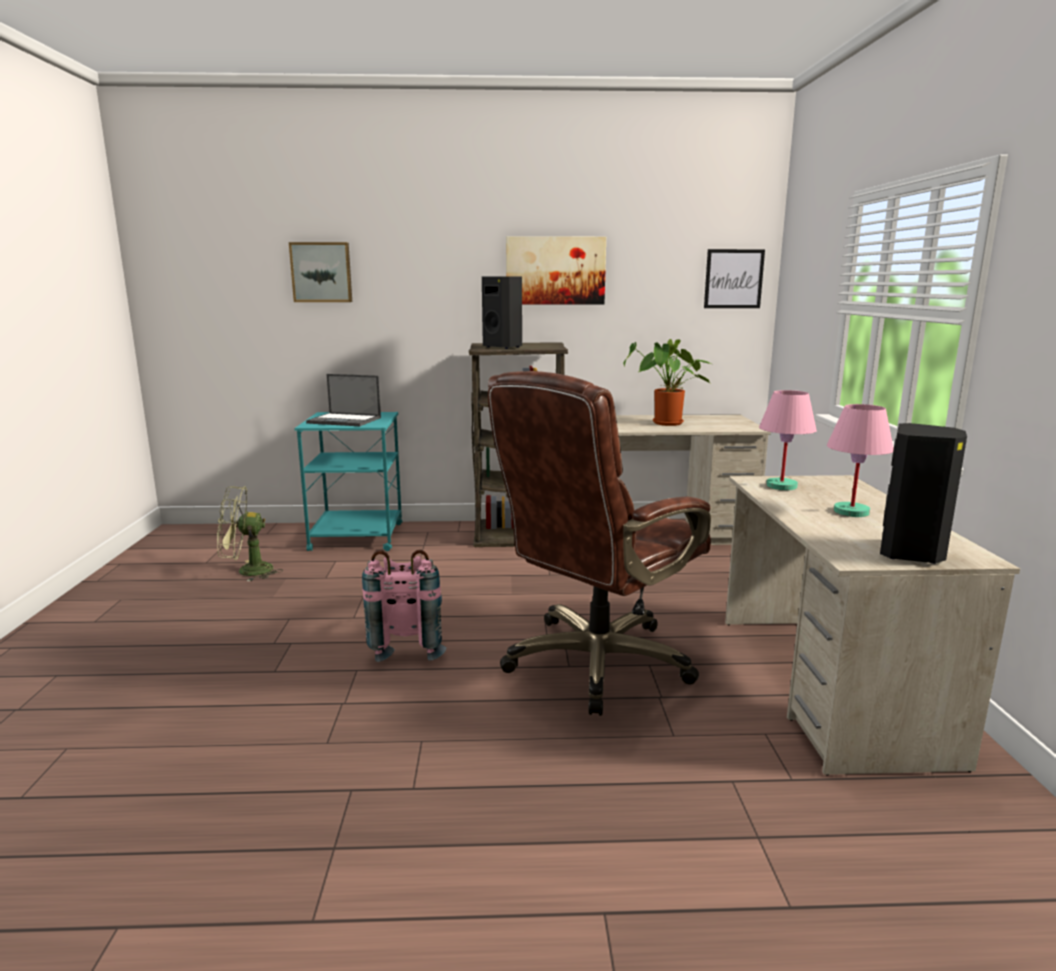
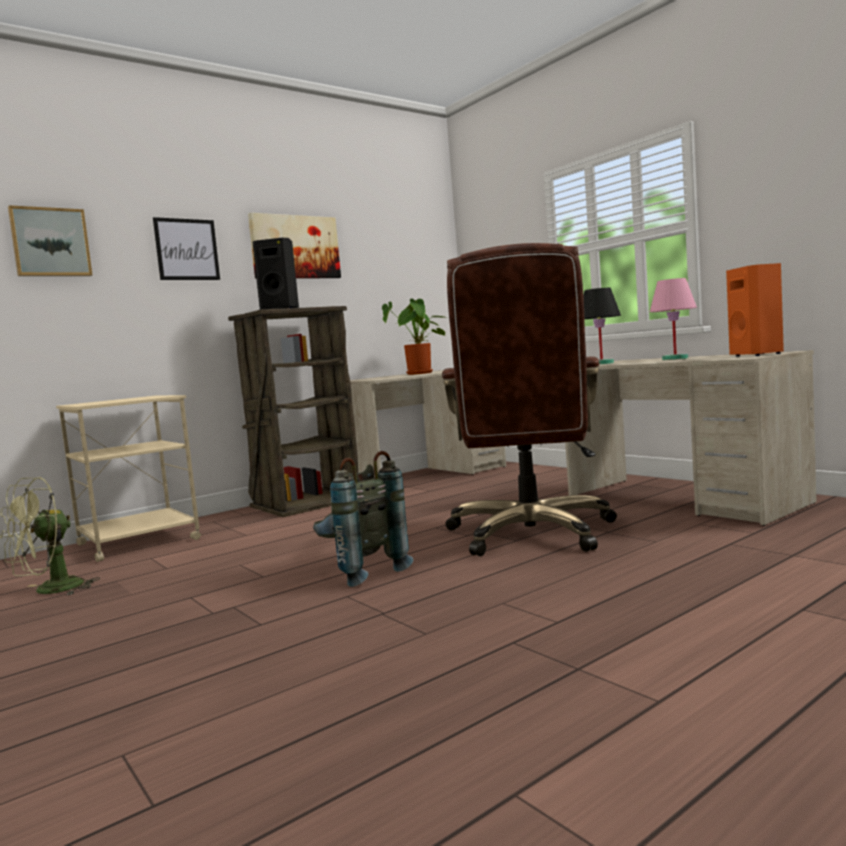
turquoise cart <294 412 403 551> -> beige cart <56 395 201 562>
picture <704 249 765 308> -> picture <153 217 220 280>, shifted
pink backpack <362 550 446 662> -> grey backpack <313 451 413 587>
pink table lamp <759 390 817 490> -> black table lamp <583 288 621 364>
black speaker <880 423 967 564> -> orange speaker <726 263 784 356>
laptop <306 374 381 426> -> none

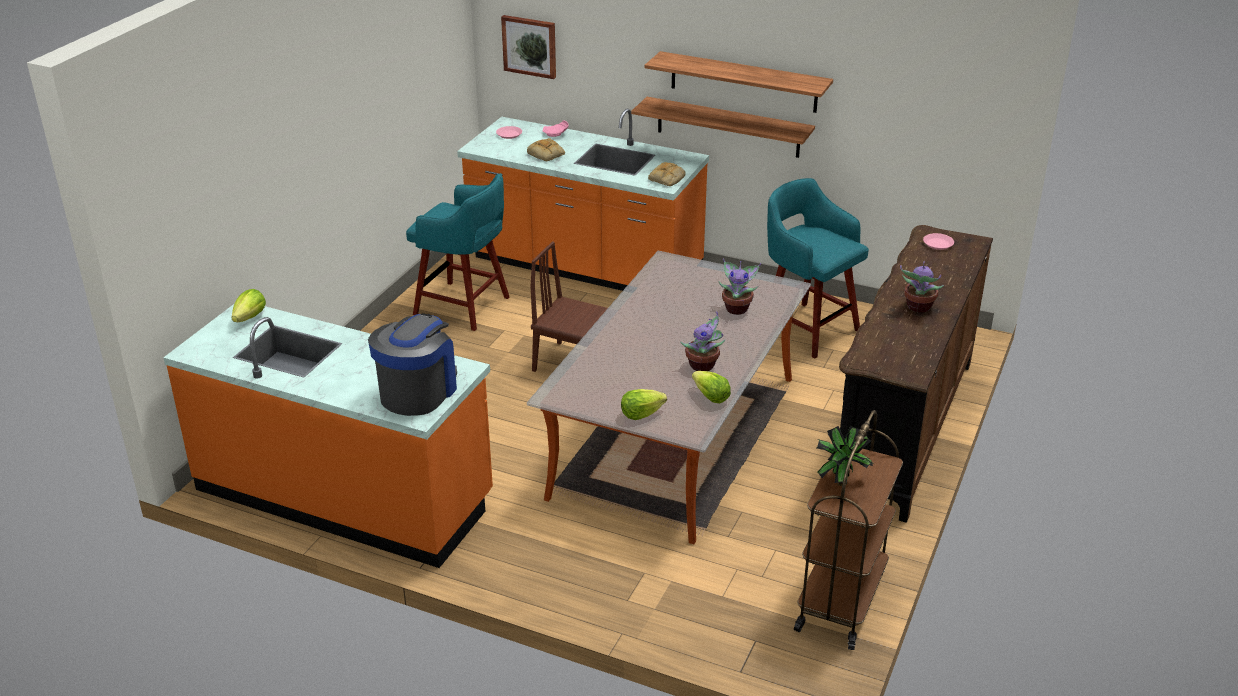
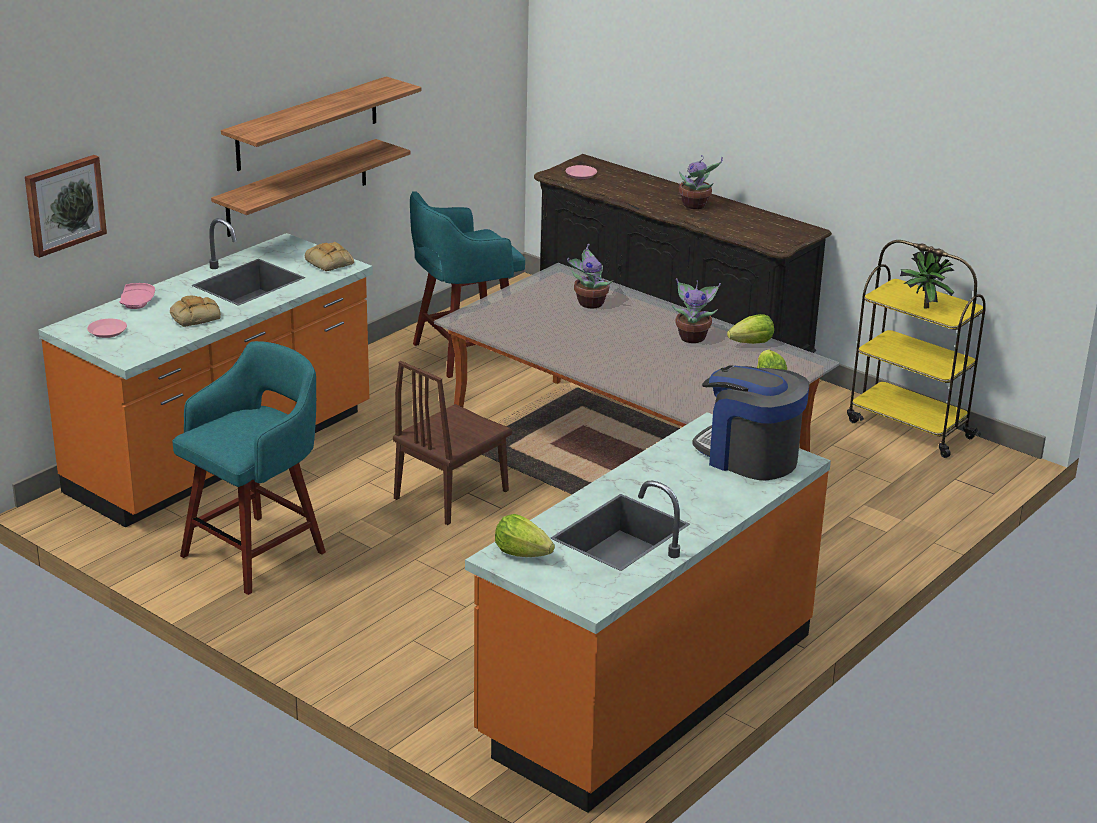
brown cart <794 410 903 650> -> yellow cart <847 240 986 458>

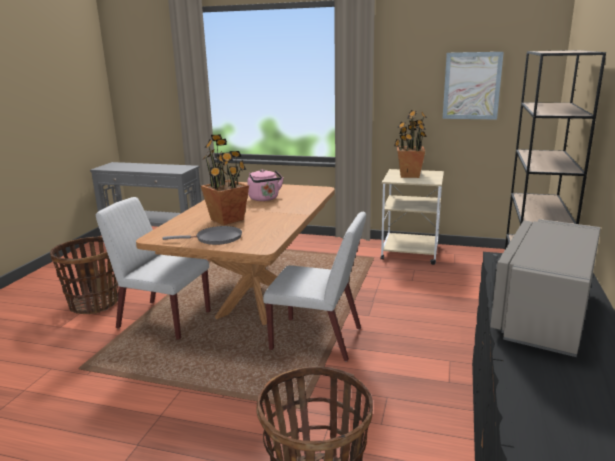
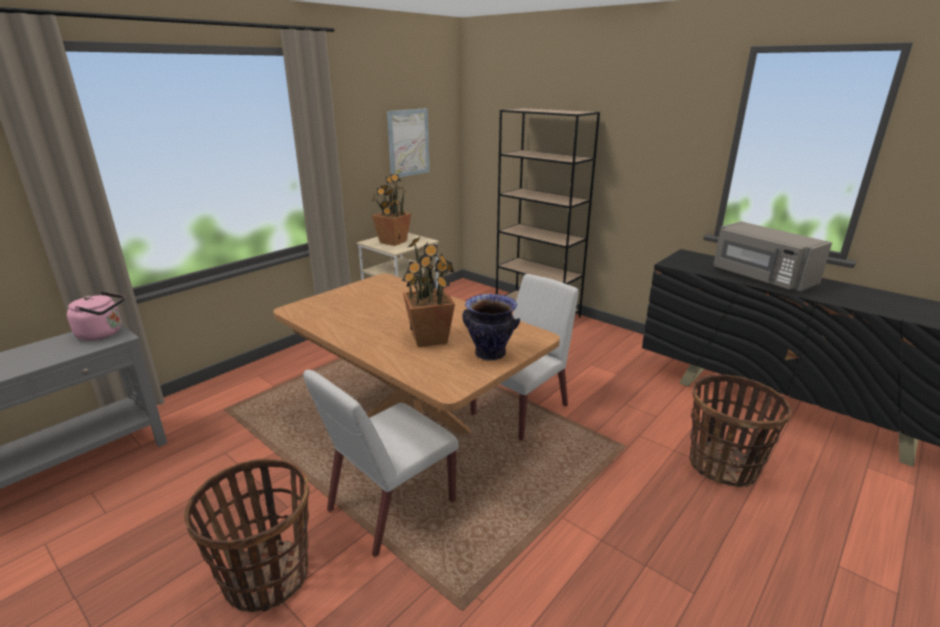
pink kettle <247 169 284 201> -> pink kettle <67 291 125 340>, shifted
grey frying pan <162 226 242 245> -> vase <462 294 520 361>

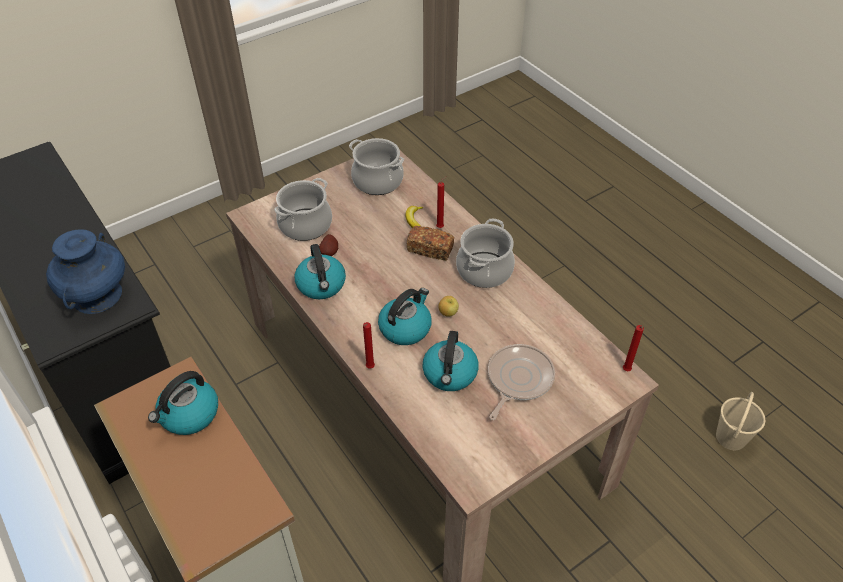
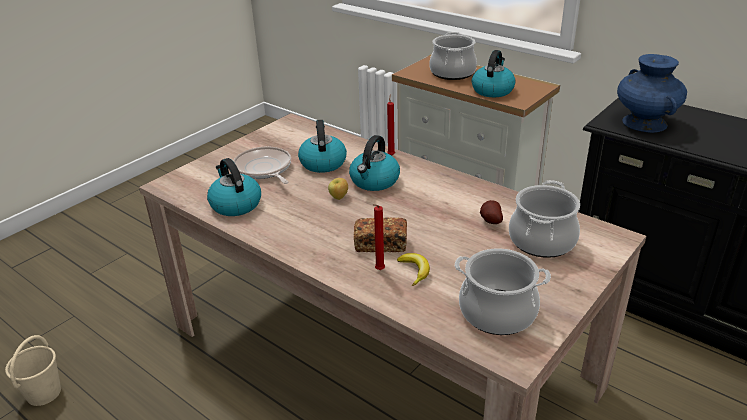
kettle <294 244 346 299> -> kettle <207 158 261 216>, shifted
frying pan <488 344 555 420> -> frying pan <233 146 291 184>, 135 degrees clockwise
cooking pot <456 218 515 288> -> cooking pot <429 32 477 80>, shifted
red candle <623 325 644 371> -> none

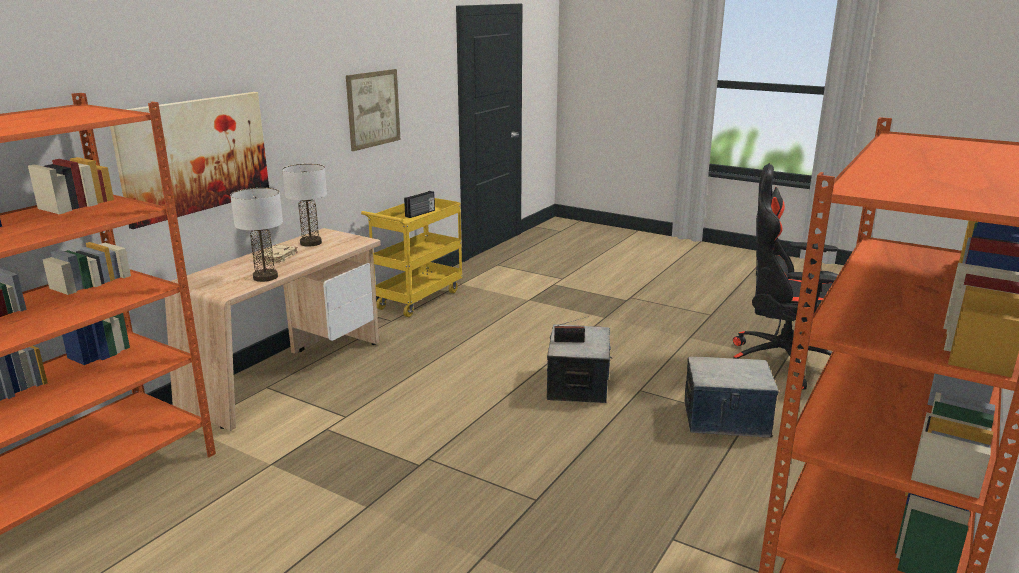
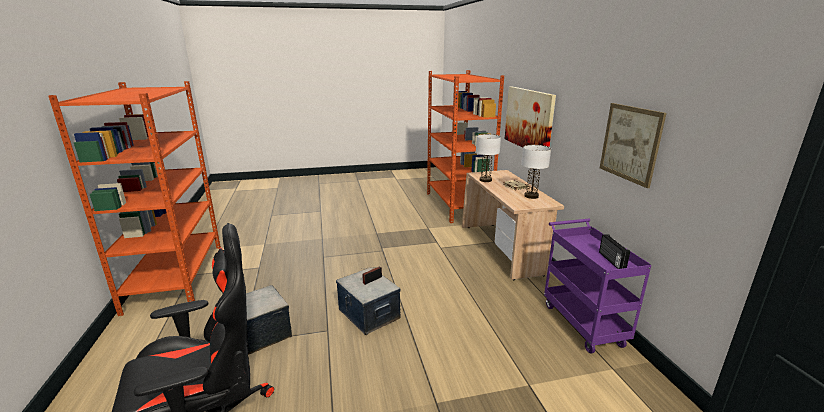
yellow cart <361 198 462 317> -> purple cart <544 219 651 353>

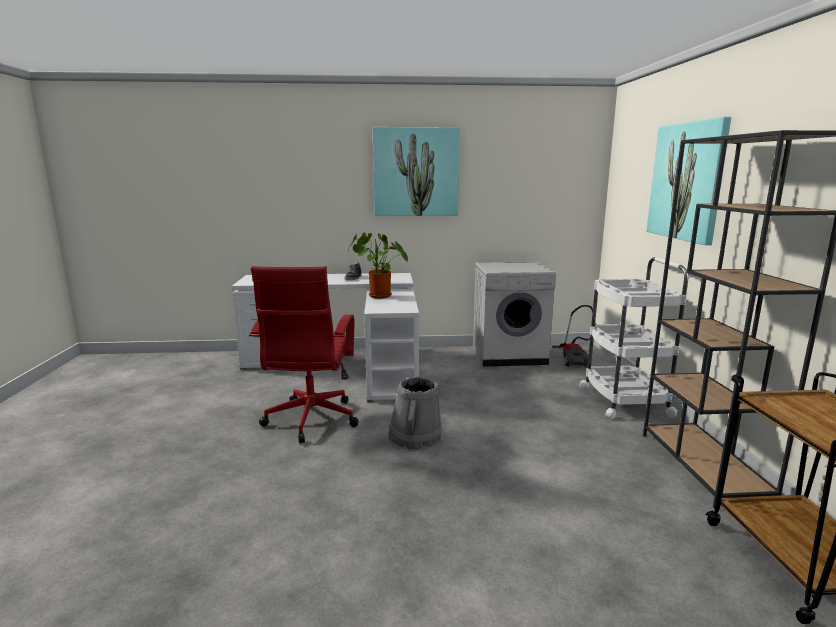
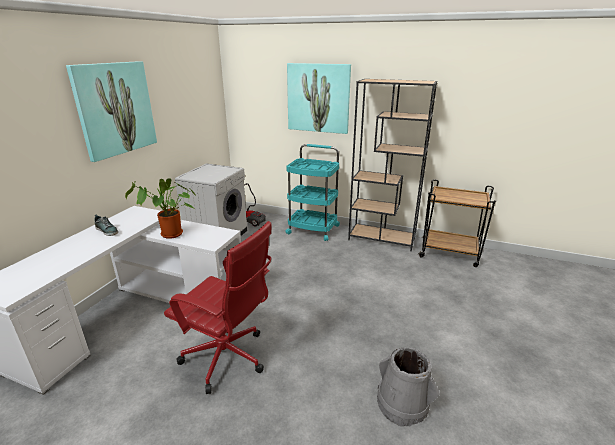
white cart <579 257 688 419> -> turquoise cart <285 144 340 241>
grey bucket <388 377 442 450> -> grey bucket <377 347 440 426>, shifted

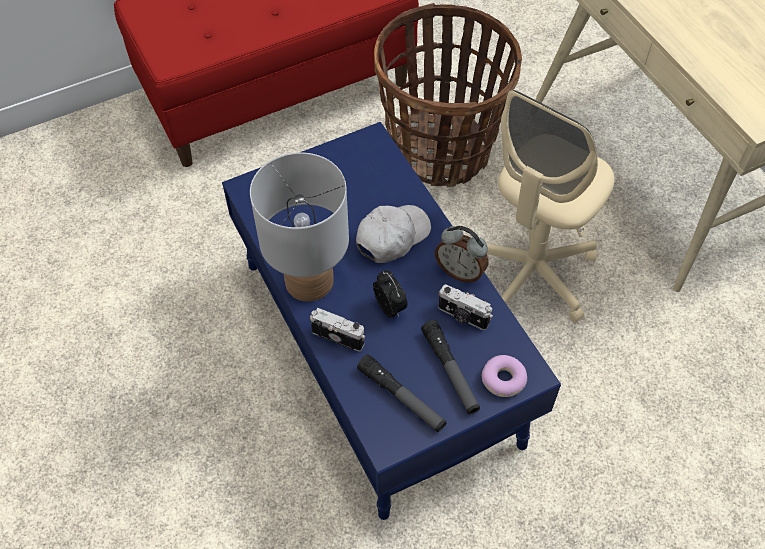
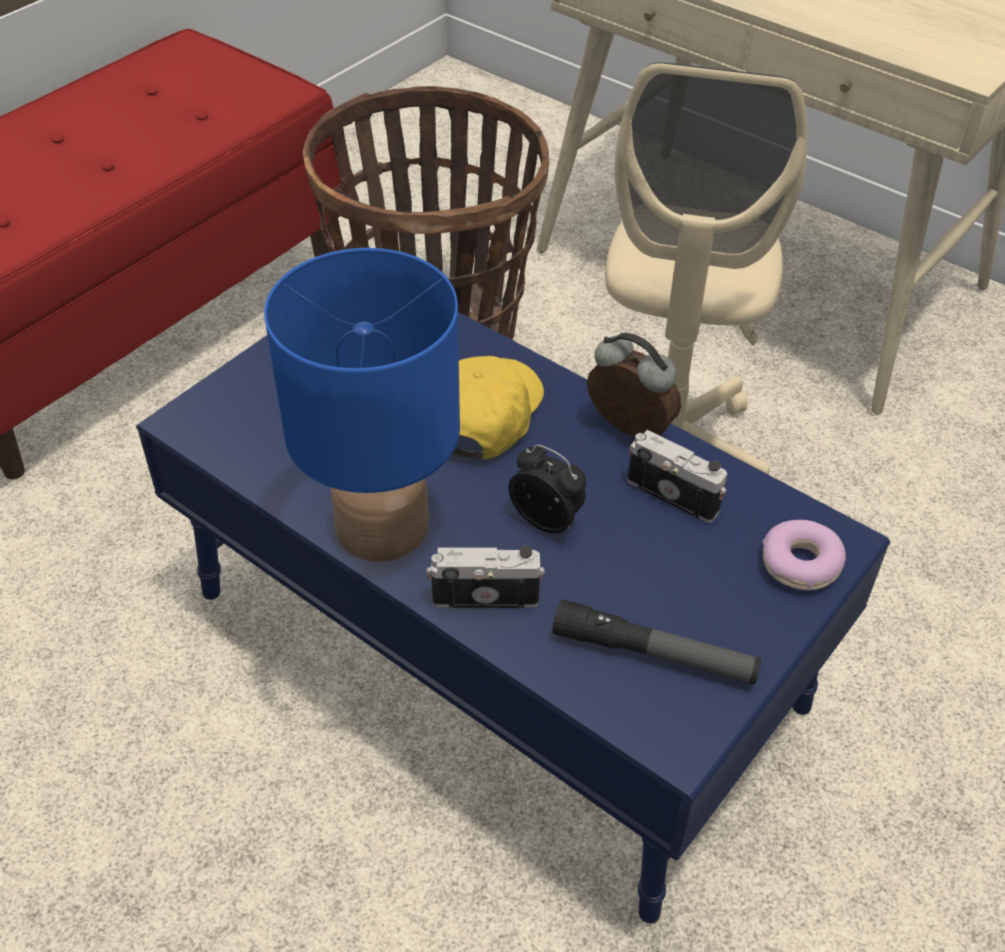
grey table lamp <250 152 349 302> -> blue table lamp <264 248 460 562>
white cap <356 205 431 263> -> yellow cap <452 356 544 459>
alarm clock <435 226 488 283> -> alarm clock <587 333 681 437>, 150 degrees counterclockwise
photo camera <438 284 493 330> -> photo camera <627 430 727 523>, 150 degrees counterclockwise
flashlight <421 320 480 415> -> none

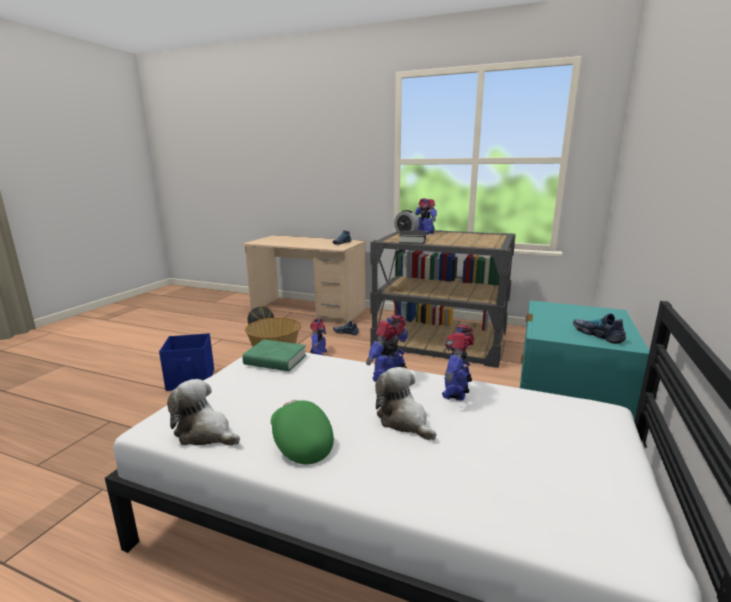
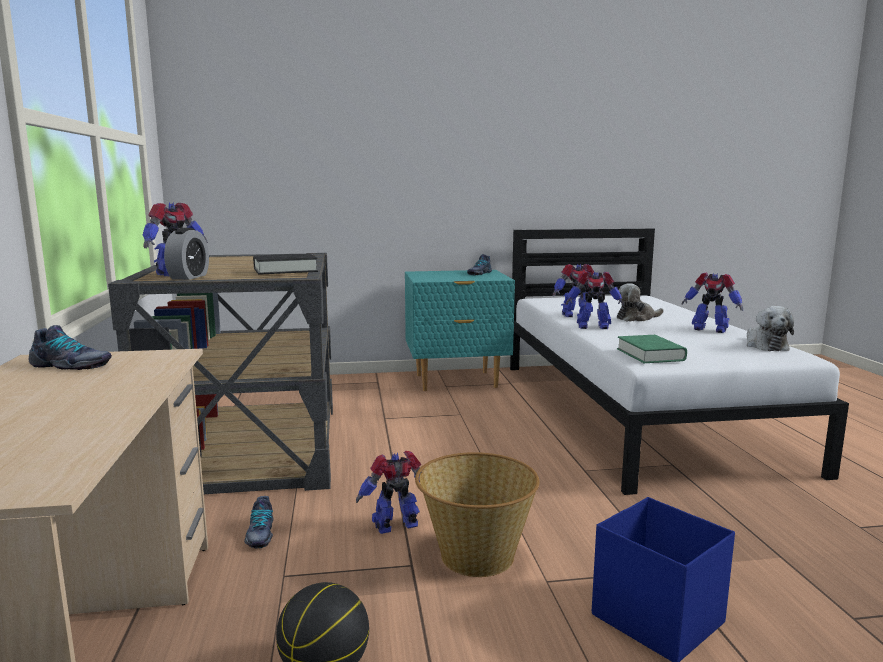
plush toy <375 367 436 440> -> plush toy <617 283 664 322>, 45 degrees clockwise
green cap <271 400 334 464> -> toy robot <681 273 743 333>

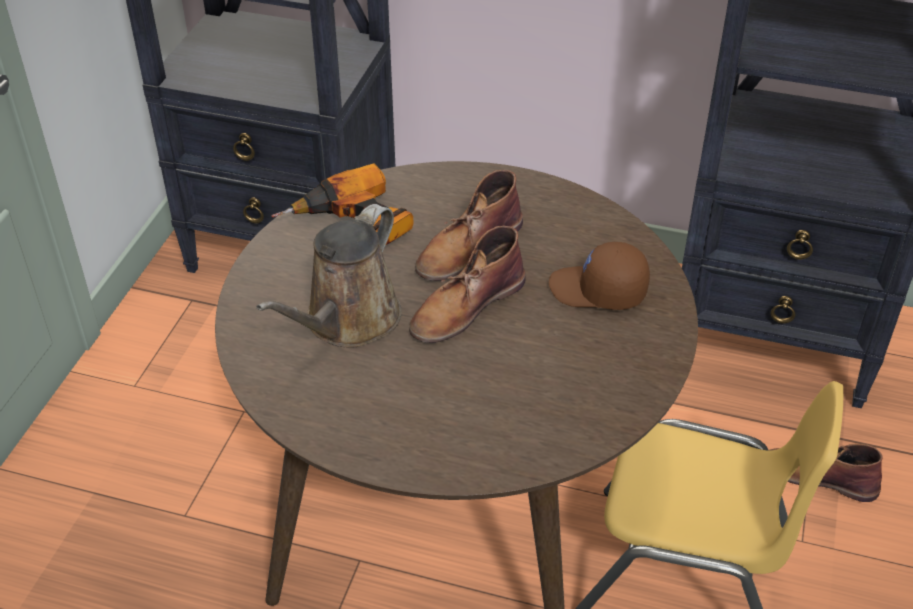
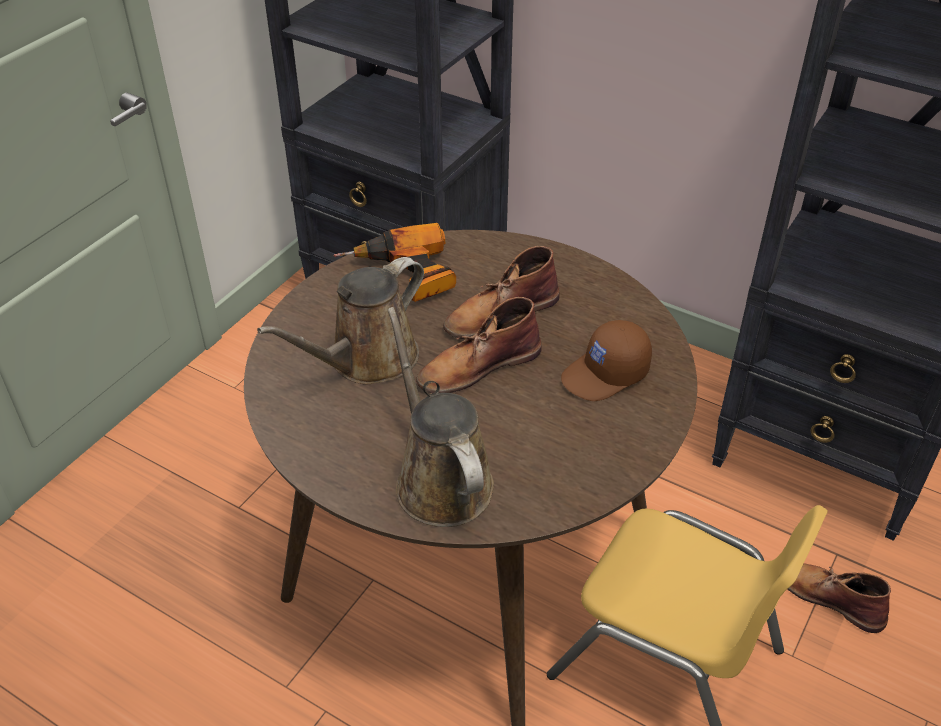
none -> brown watering can <387 307 494 527>
brown cap <549 242 650 310> -> brown cap <561 320 652 401>, 60 degrees counterclockwise

